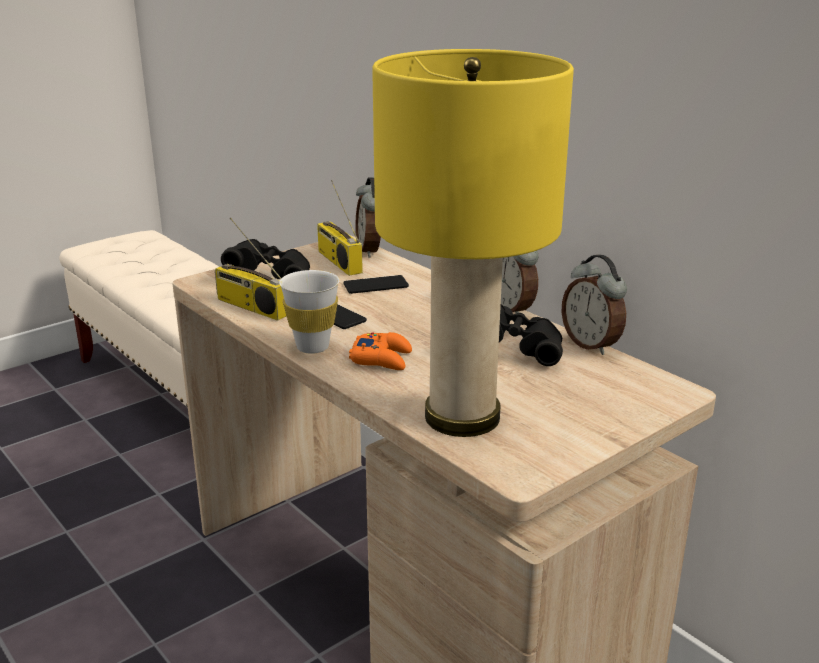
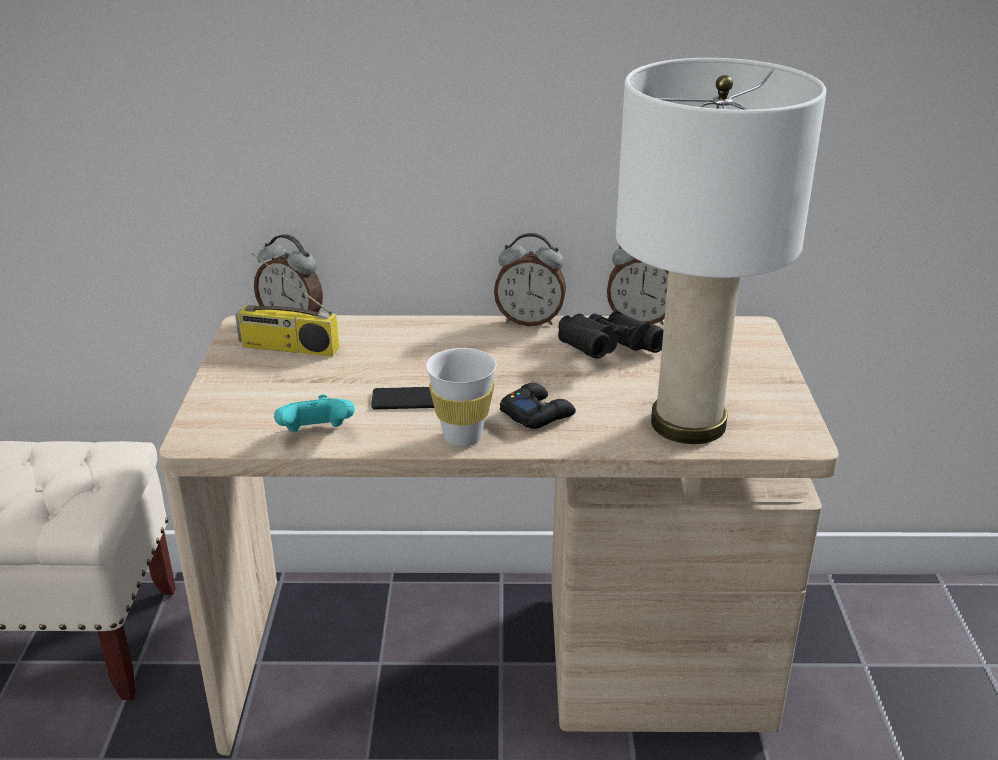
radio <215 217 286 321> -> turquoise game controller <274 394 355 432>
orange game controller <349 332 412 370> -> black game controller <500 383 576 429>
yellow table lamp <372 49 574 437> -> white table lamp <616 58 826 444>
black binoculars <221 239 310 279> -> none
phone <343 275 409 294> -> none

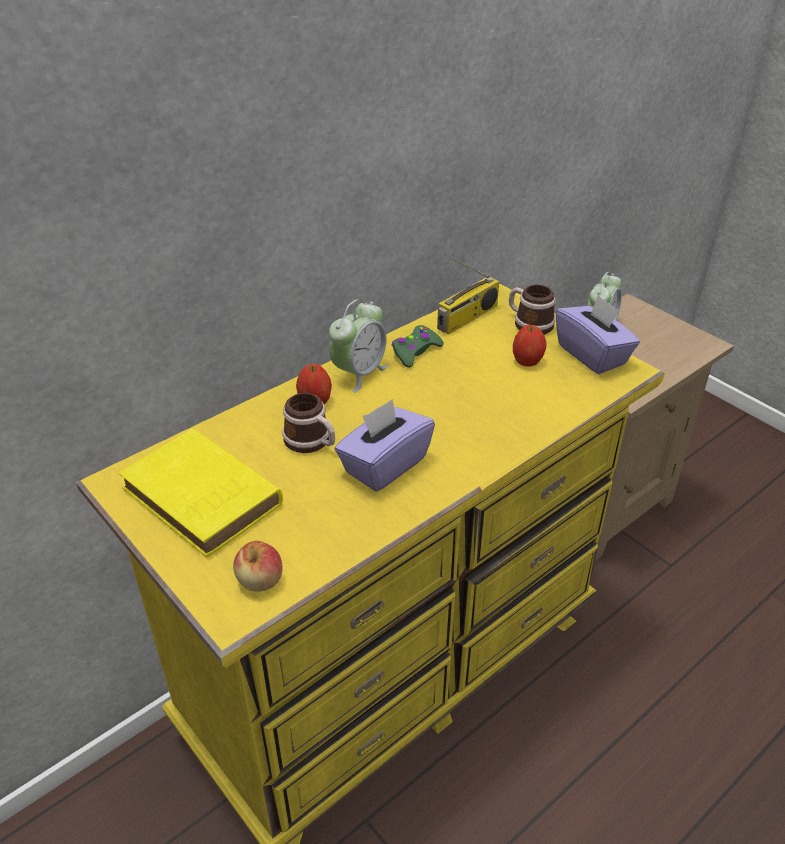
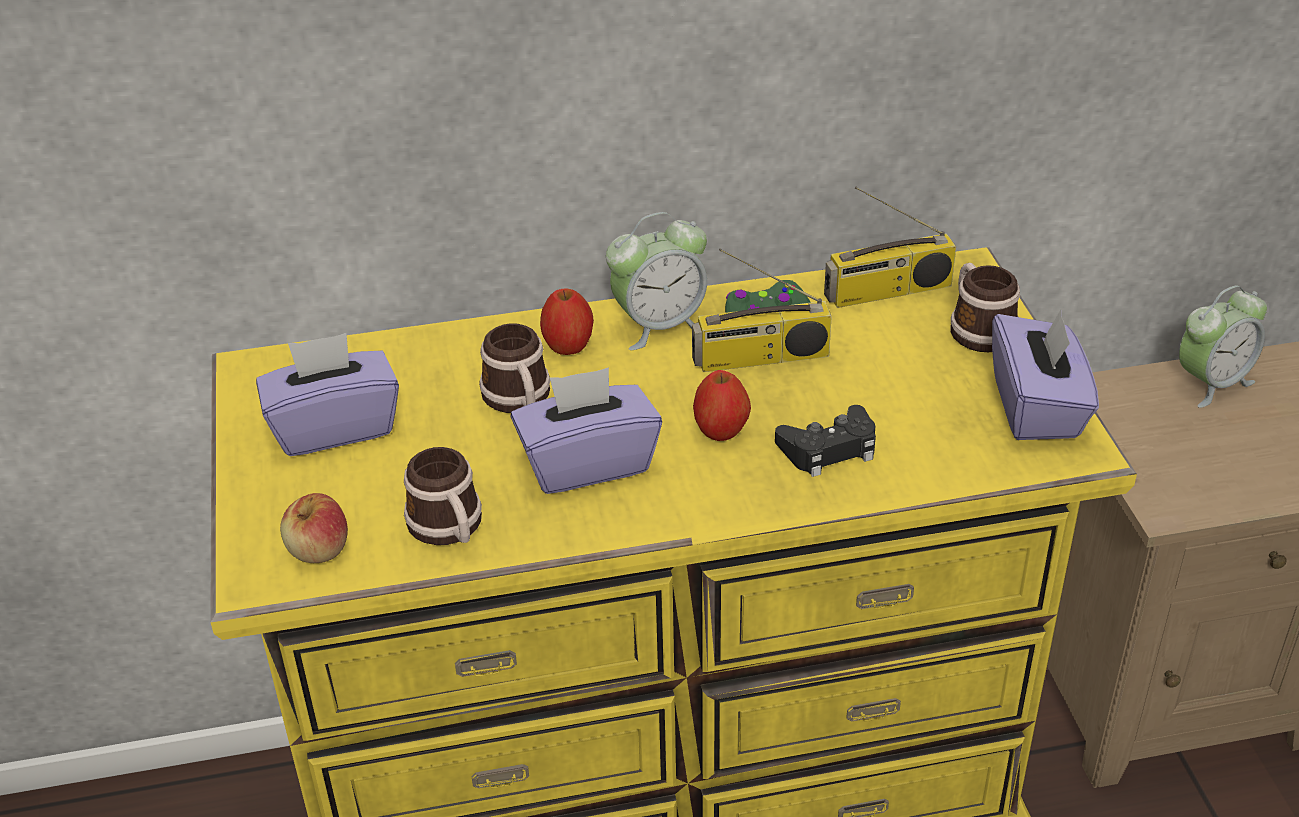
yellow book <119 429 283 558> -> purple tissue box <256 333 399 456>
none -> mug <404 447 482 545>
none -> radio <692 248 832 372>
apple <513 325 547 367> -> apple <693 370 751 441>, shifted
none -> black game controller <775 405 876 477>

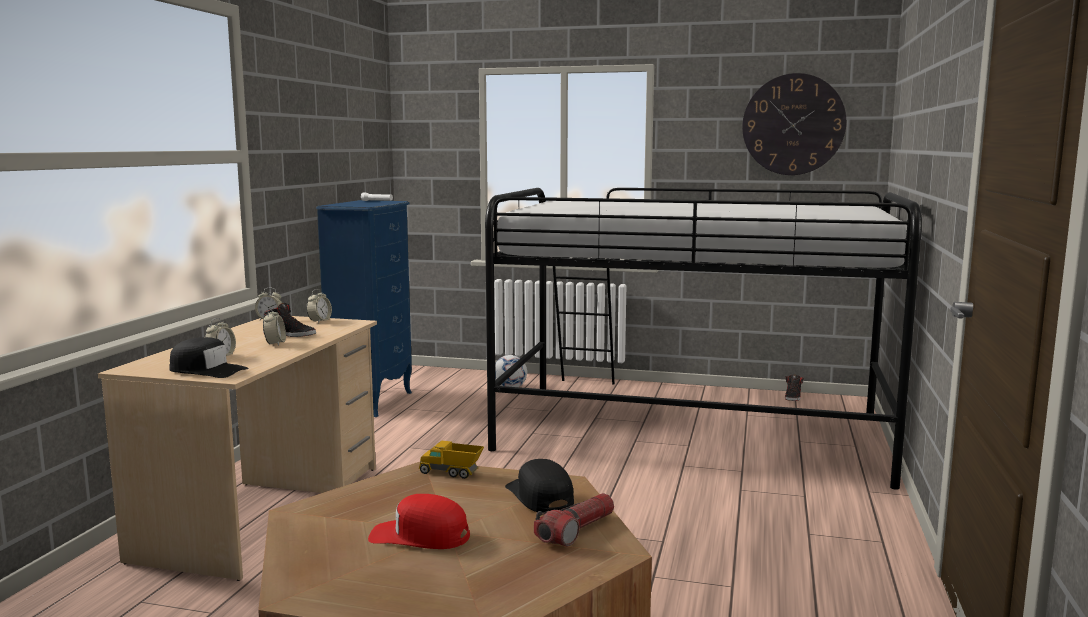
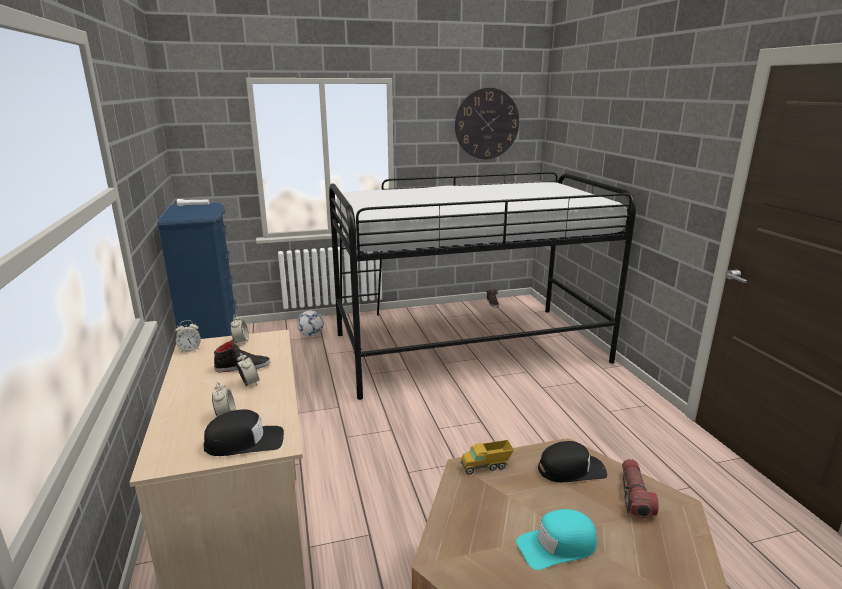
red cap <368 494 470 549> -> turquoise cap <516 509 597 570>
black cap <505 459 574 512> -> black cap <538 441 607 482>, 135 degrees clockwise

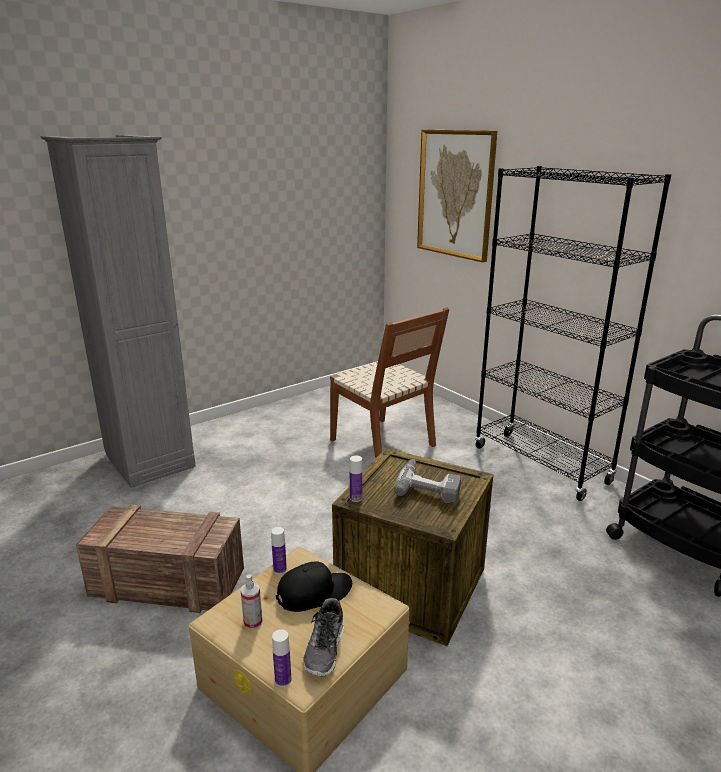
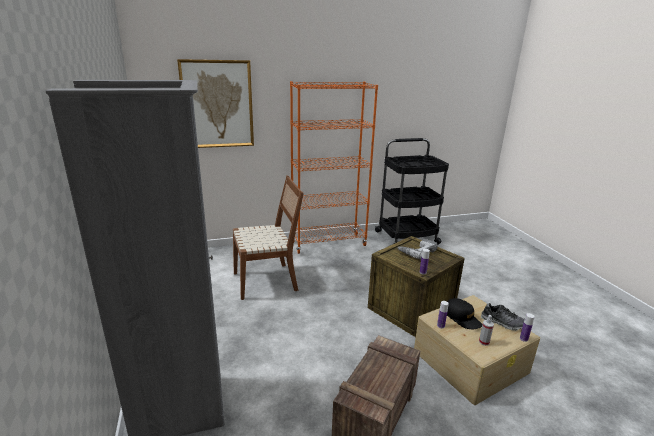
black bookcase <475 166 672 501> -> orange bookcase <290 81 378 254>
black cap <276 561 352 612> -> black cap <447 298 482 329>, 150 degrees clockwise

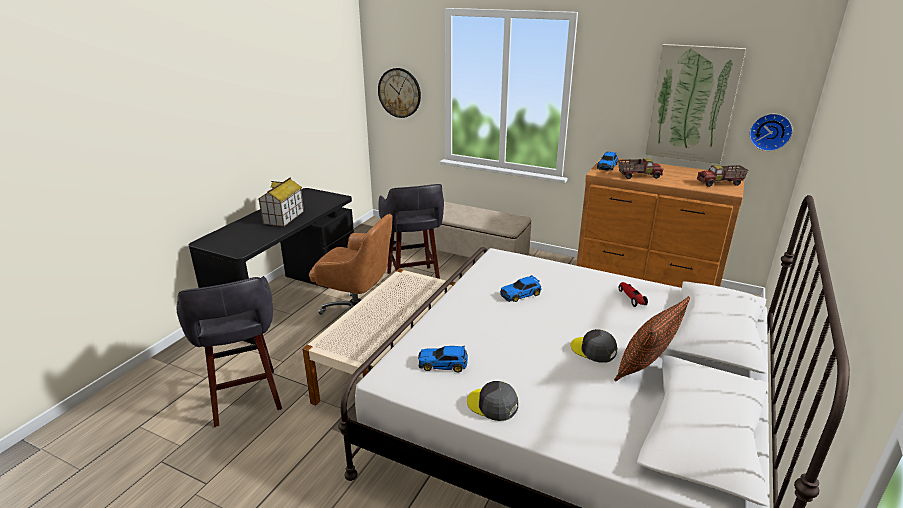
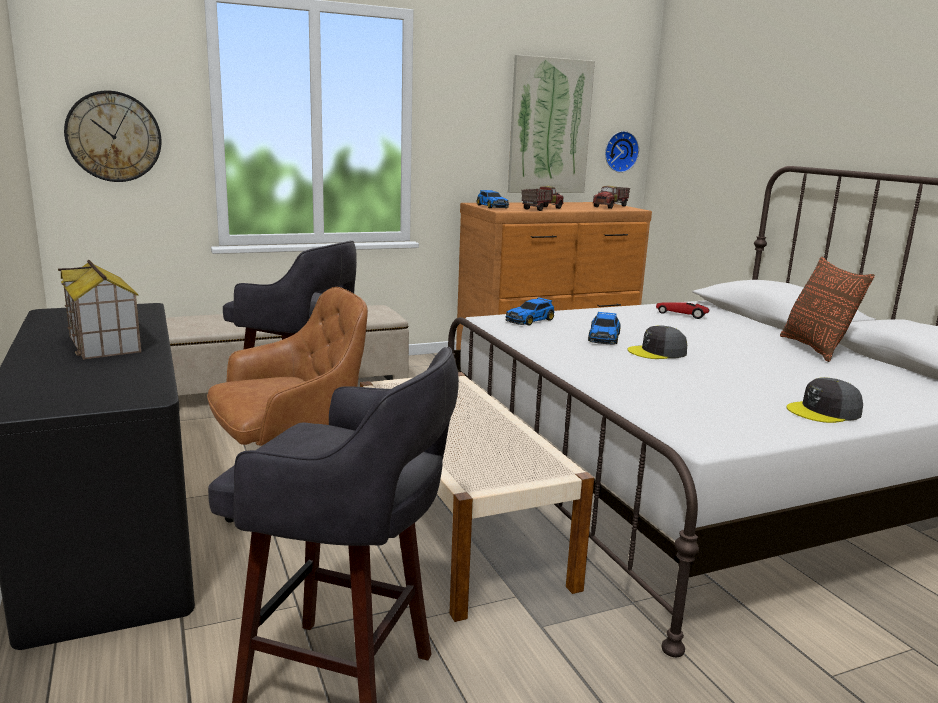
toy car <418 346 468 373> -> toy car <505 297 554 326>, shifted
grey cap <571 329 617 363> -> grey cap <628 326 687 359>, shifted

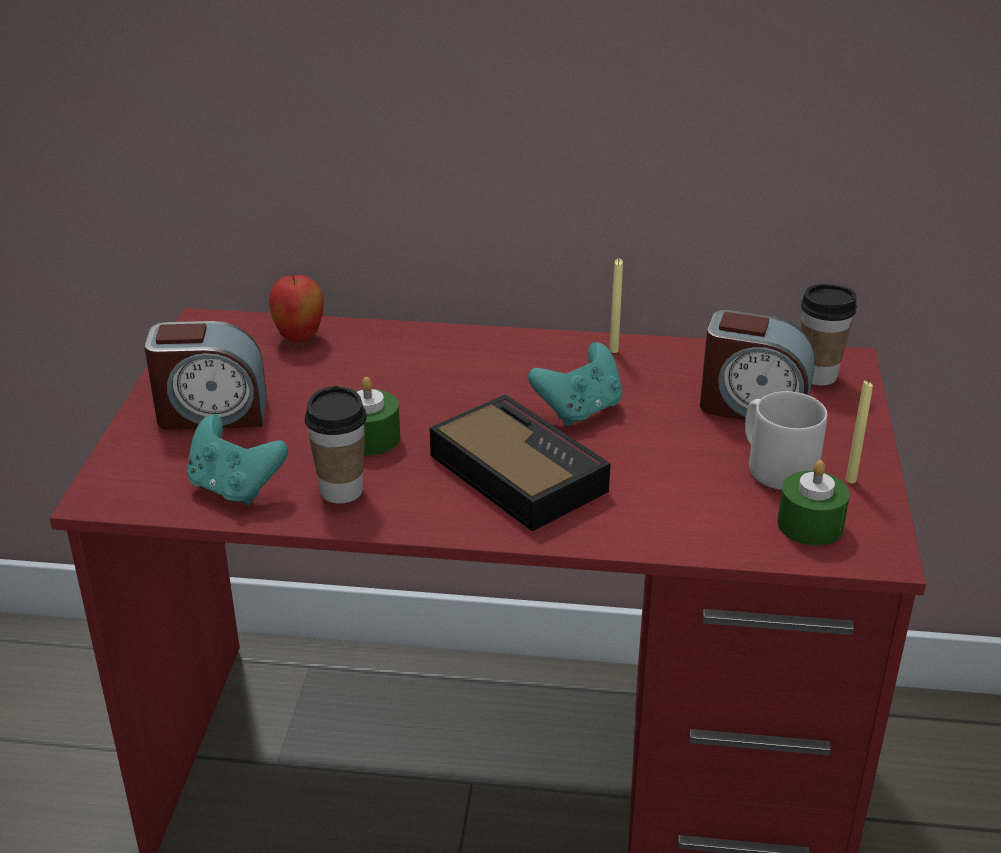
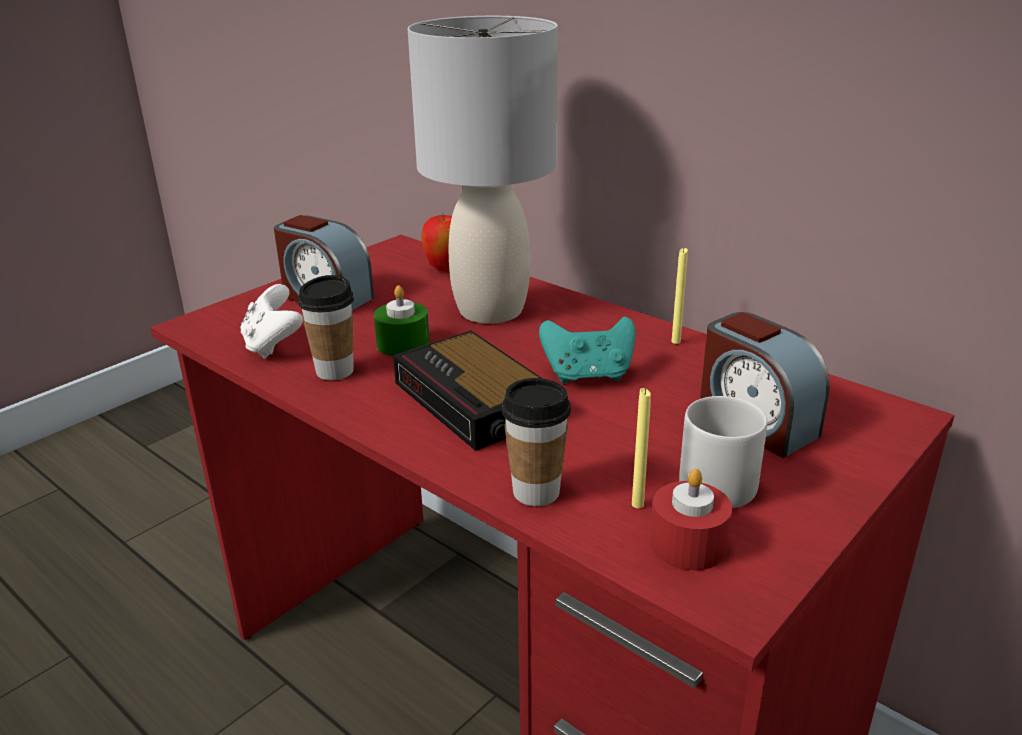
turquoise game controller <187 415 288 505> -> white game controller <241 284 303 359>
alarm clock <429 394 610 531> -> alarm clock <393 331 541 451>, 150 degrees clockwise
none -> grey table lamp <408 16 558 324>
cup <801 284 857 386> -> cup <501 378 571 506>, shifted
yellow candle <846 380 873 484> -> yellow candle <632 388 651 509>, shifted
green candle <777 460 850 546> -> red candle <650 469 732 570>

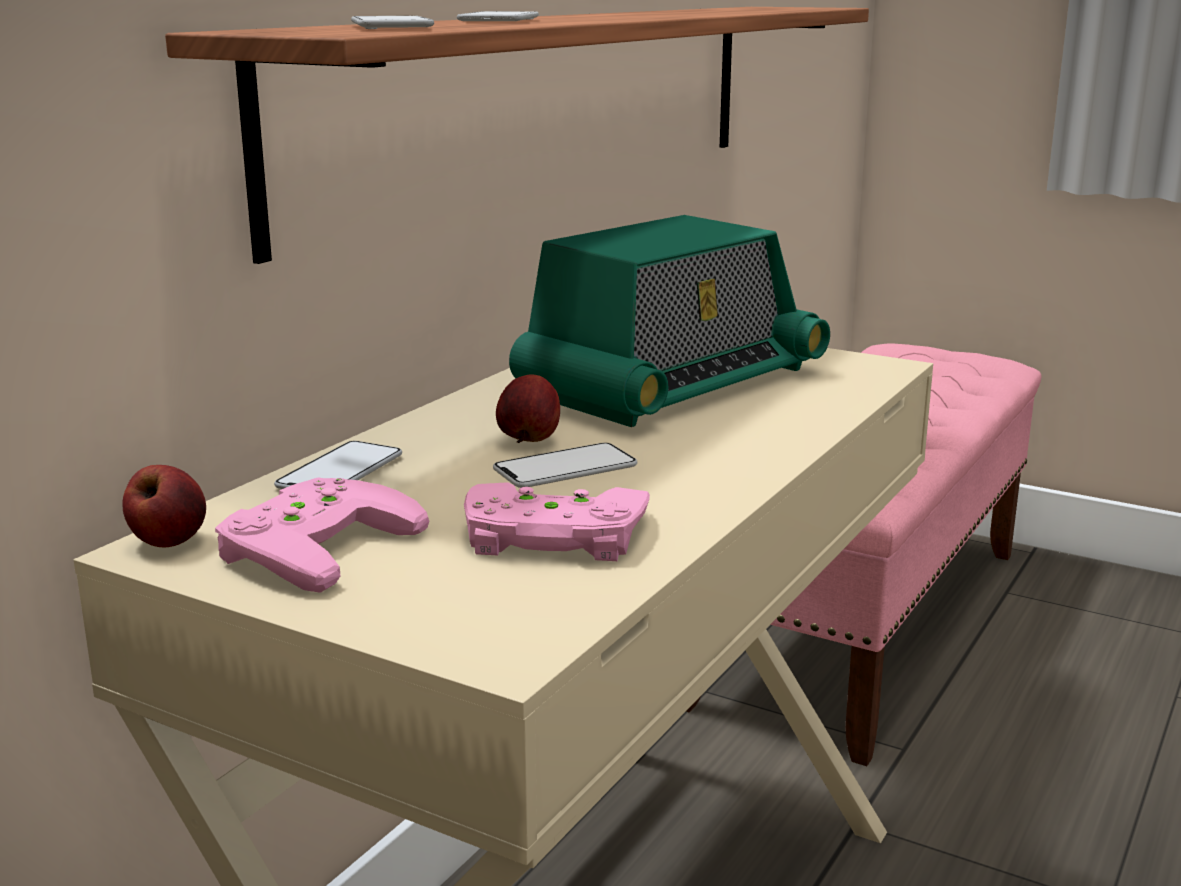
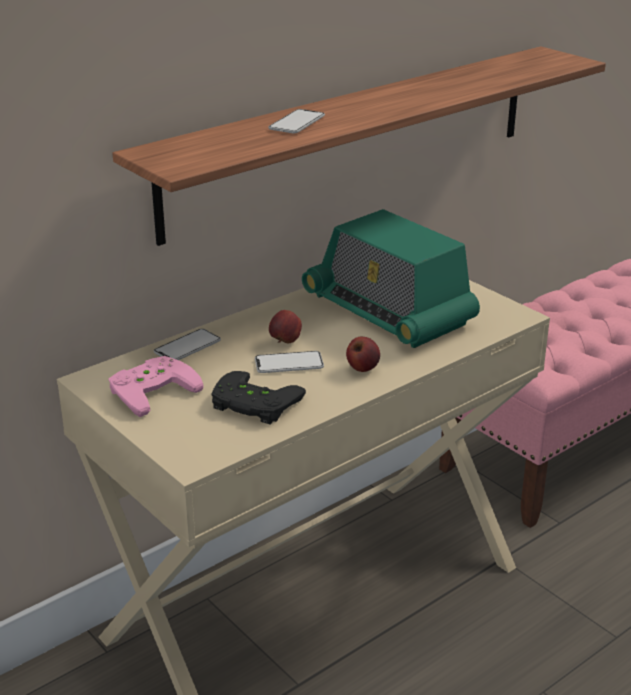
pink game controller <464 482 650 561> -> black game controller <211 371 306 425>
radio <509 215 830 427> -> radio <302 209 480 348>, 75 degrees clockwise
apple <123 465 206 547> -> apple <346 337 380 372>, shifted
phone <351 16 434 29> -> none

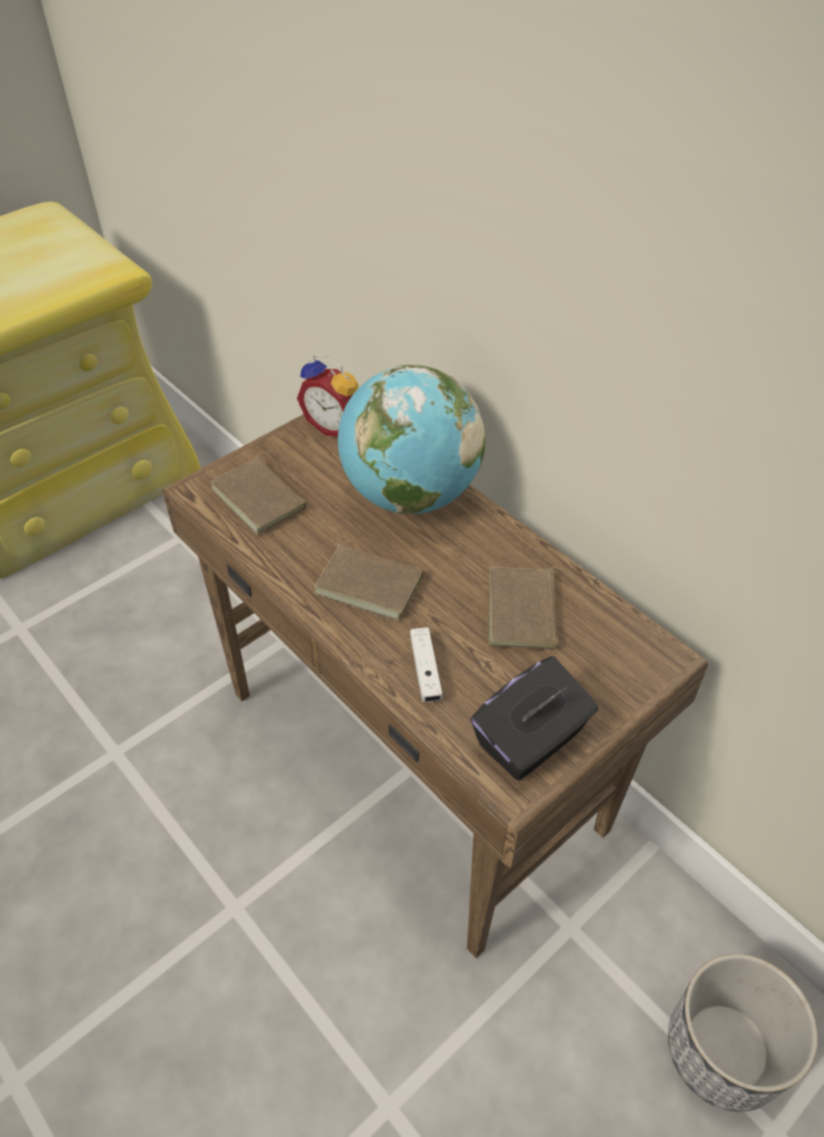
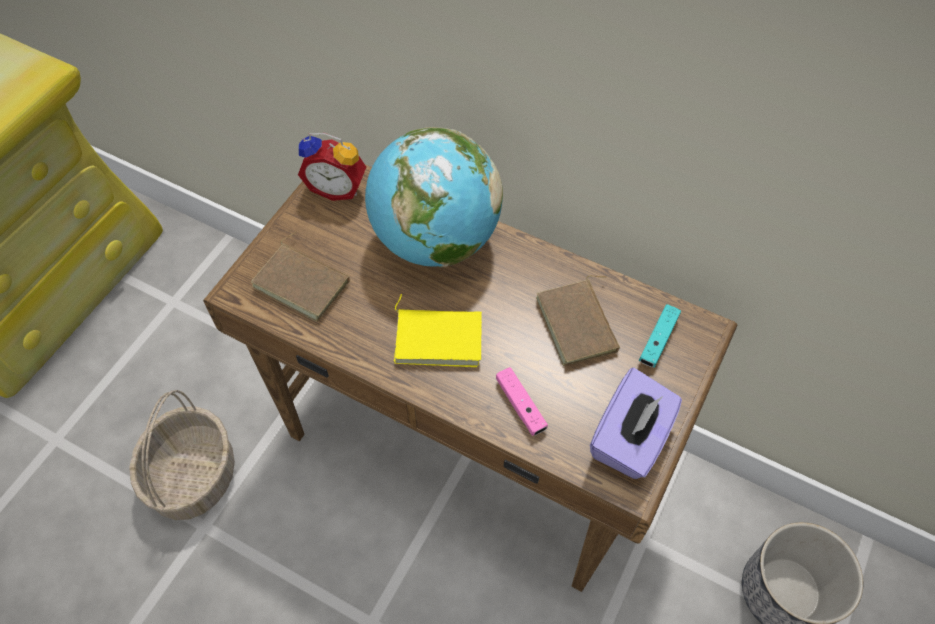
none -> basket <129 390 235 520>
brown book <313 531 424 621> -> yellow book <394 294 482 367>
white game controller <410 627 443 702> -> pink game controller <496 367 548 436>
black tissue box <471 656 598 781> -> purple tissue box <590 368 682 479>
none -> turquoise game controller <639 304 681 368>

